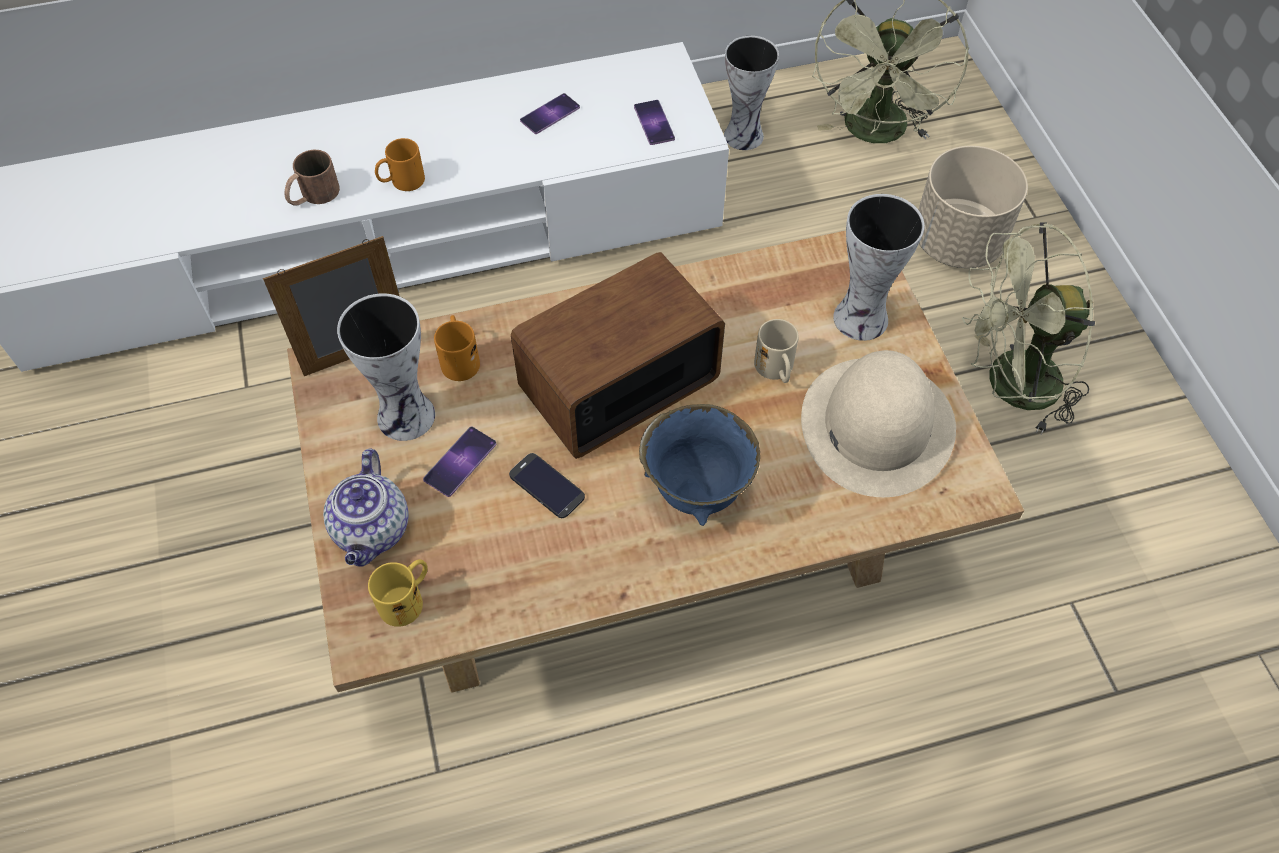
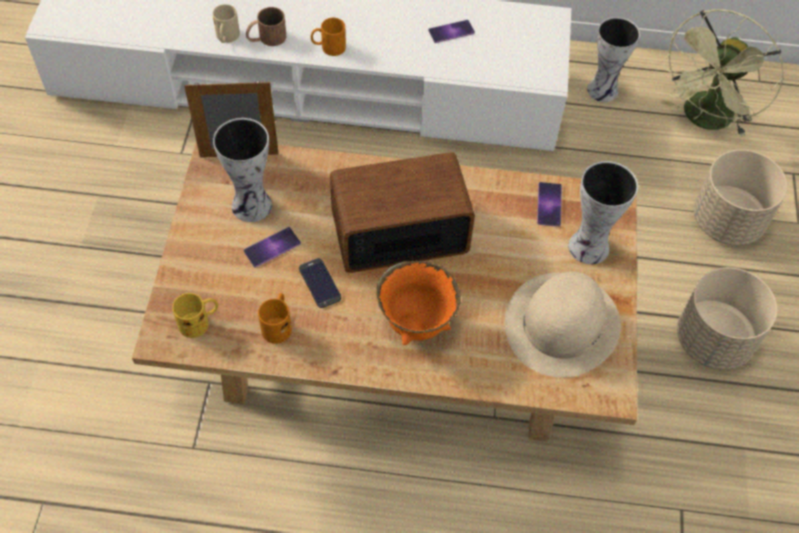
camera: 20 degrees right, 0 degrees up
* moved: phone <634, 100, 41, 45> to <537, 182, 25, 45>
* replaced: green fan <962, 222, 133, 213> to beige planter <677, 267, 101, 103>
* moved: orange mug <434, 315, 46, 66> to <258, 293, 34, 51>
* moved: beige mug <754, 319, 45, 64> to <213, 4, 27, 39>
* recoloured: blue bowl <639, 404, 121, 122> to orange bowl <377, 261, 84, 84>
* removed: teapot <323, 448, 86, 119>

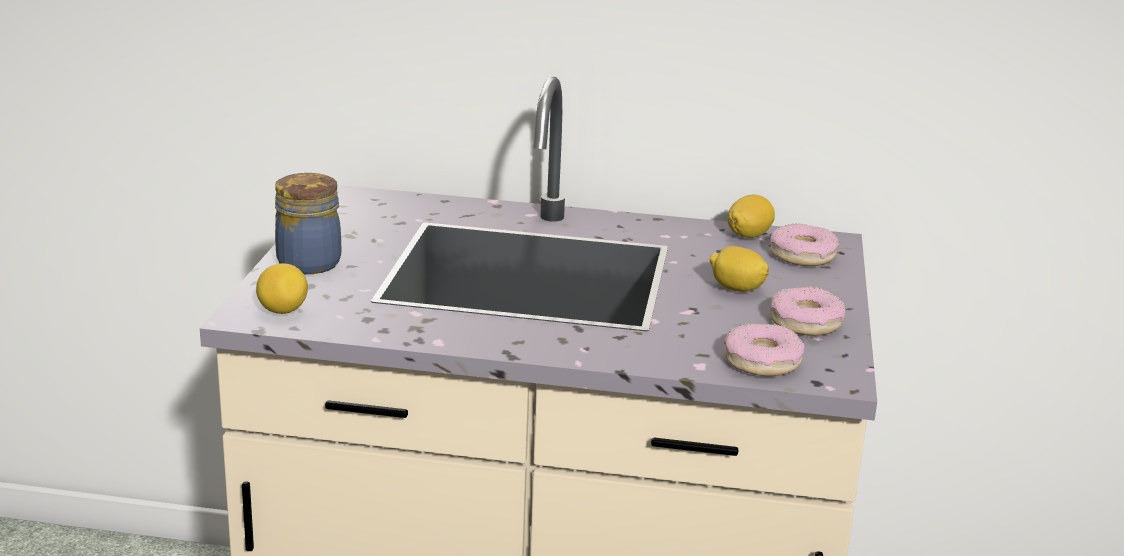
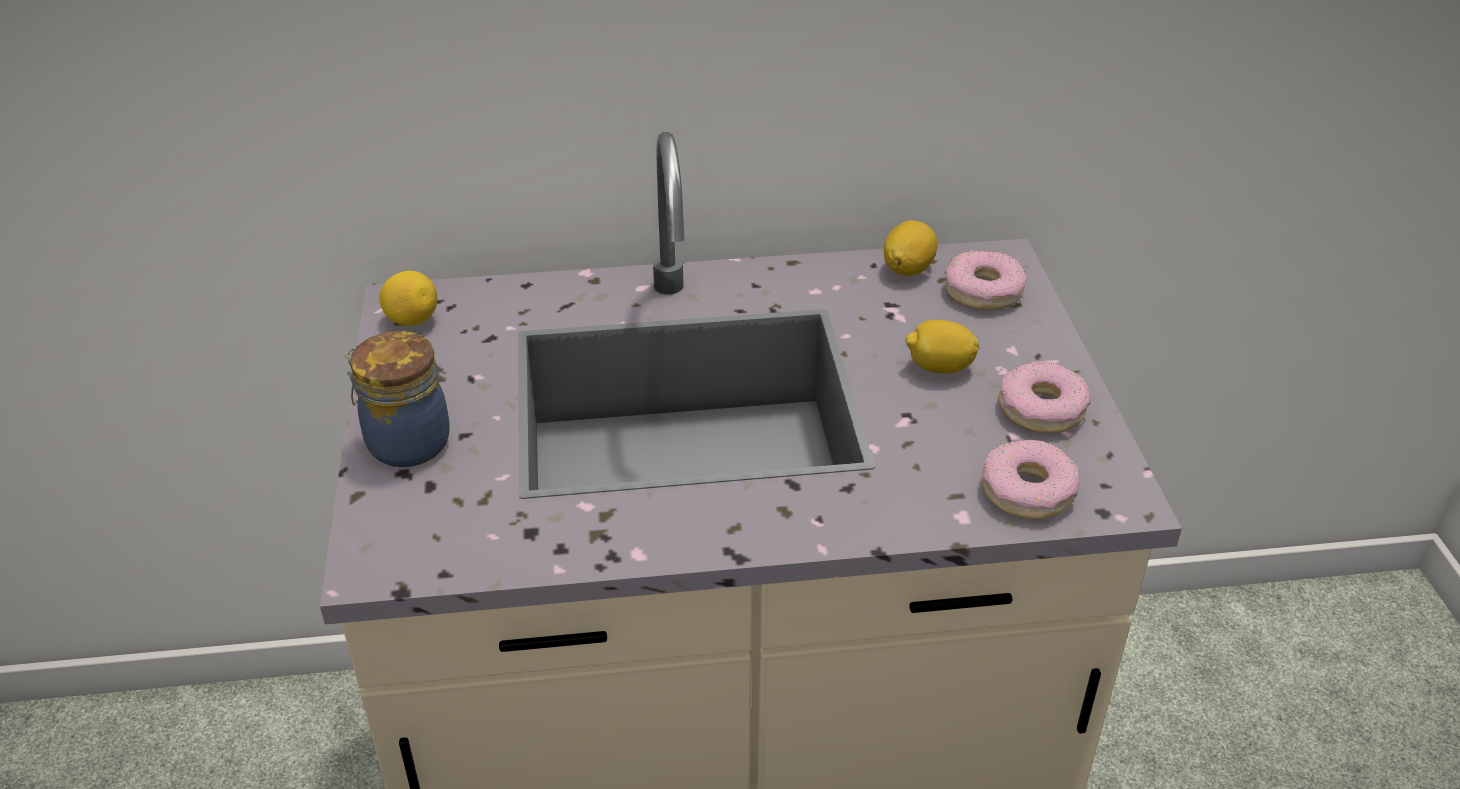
camera: 15 degrees left, 15 degrees up
* moved: lemon <256, 263, 52, 51> to <379, 271, 58, 55>

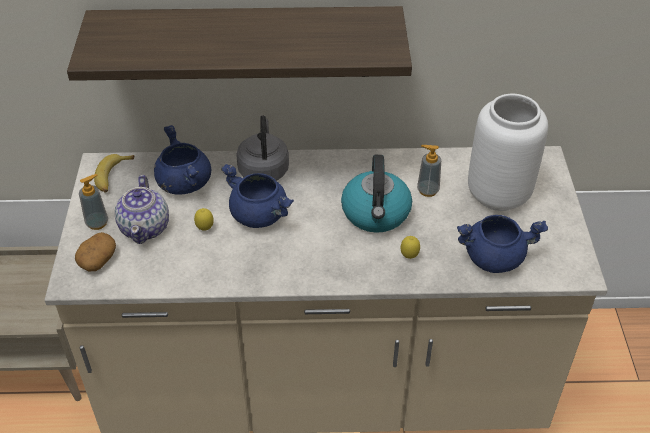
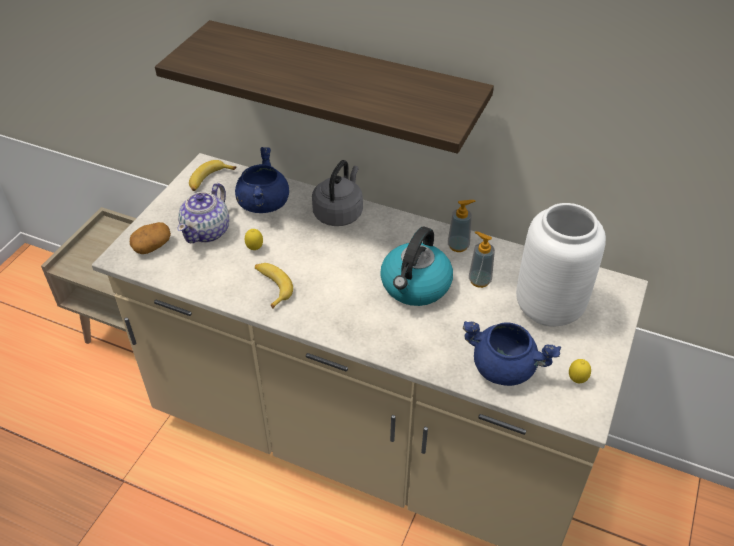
camera: 25 degrees right, 0 degrees up
* removed: blue cooking pot <221, 164, 73, 64>
* moved: soap dispenser <79, 174, 29, 56> to <448, 200, 27, 52>
* moved: lemon <401, 236, 19, 23> to <569, 359, 22, 24>
* added: banana <255, 263, 38, 46>

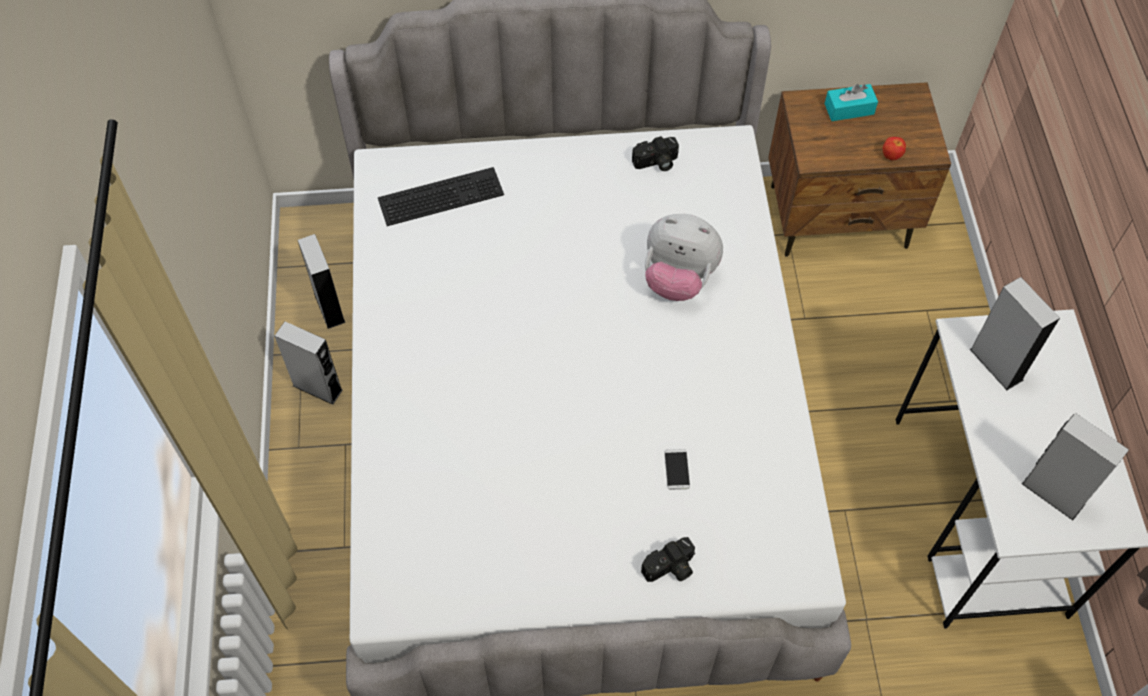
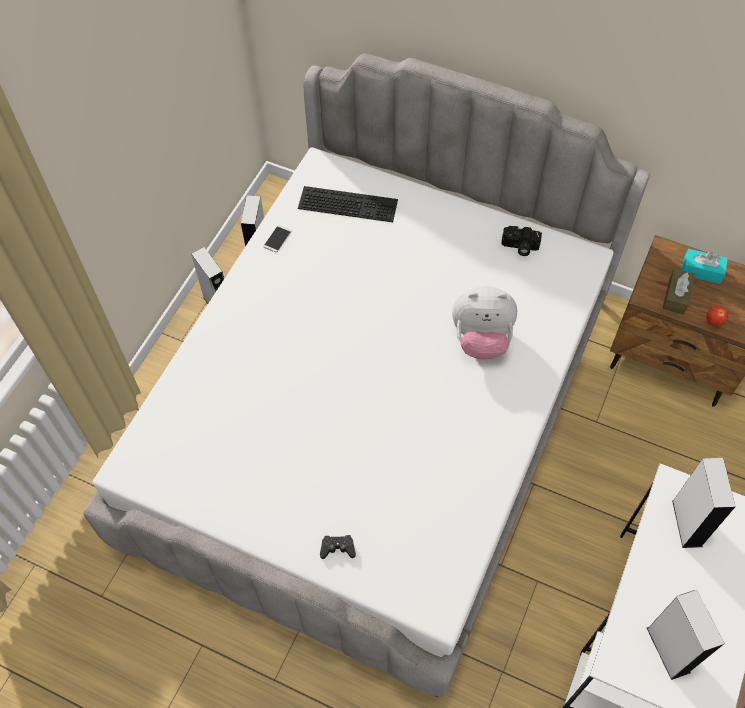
camera: 30 degrees right, 0 degrees up
* turned: plush toy <645, 214, 78, 87> = <452, 286, 65, 74> 45 degrees counterclockwise
* moved: phone <664, 449, 26, 41> to <263, 225, 28, 28>
* replaced: photo camera <641, 537, 54, 45> to black game controller <320, 535, 36, 24>
* added: brown tissue box <662, 268, 33, 47>

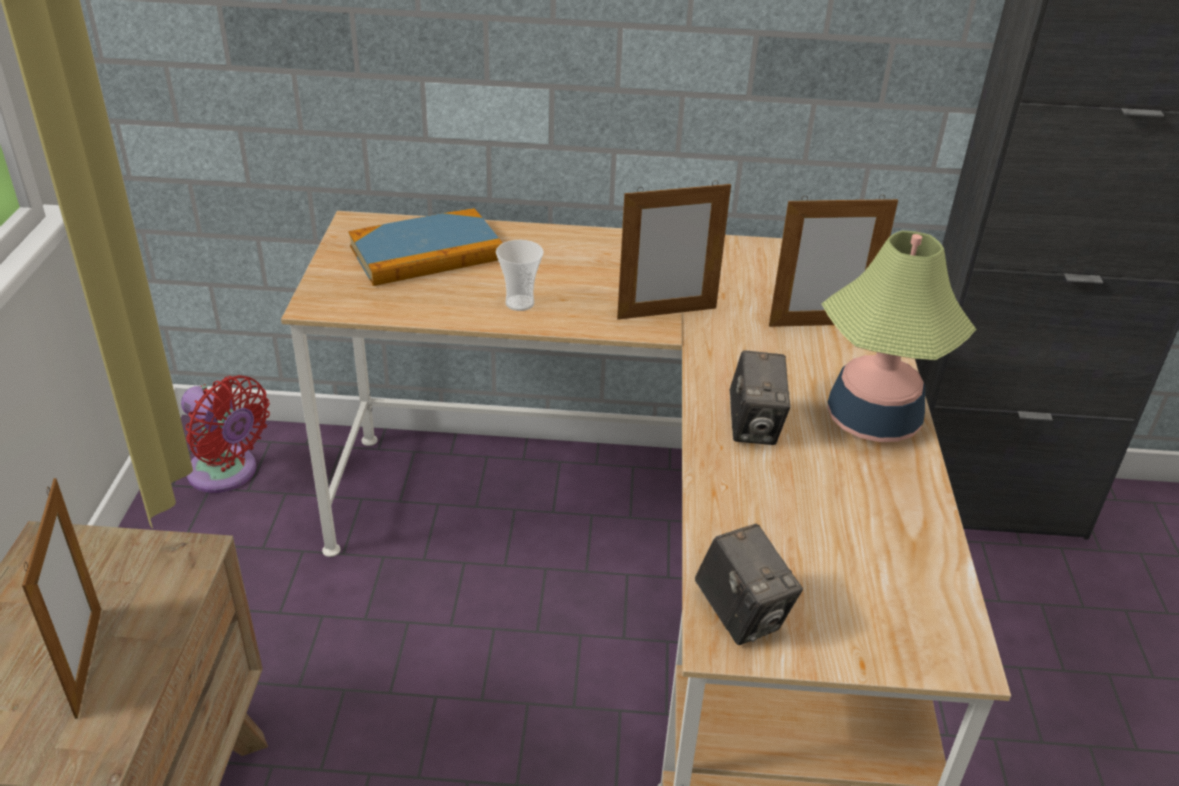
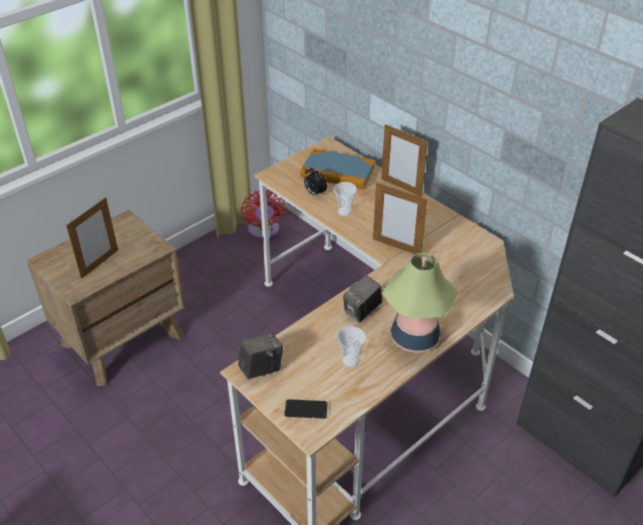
camera: 45 degrees right, 5 degrees up
* moved: picture frame <769, 195, 129, 132> to <381, 124, 47, 73>
* turned: photo camera <695, 524, 108, 121> = <238, 333, 45, 46> 135 degrees counterclockwise
* added: alarm clock <304, 166, 23, 30>
* added: cup <337, 327, 29, 40>
* added: phone <284, 399, 43, 20>

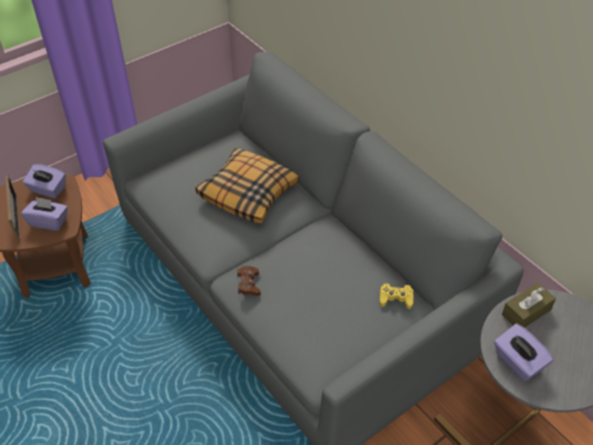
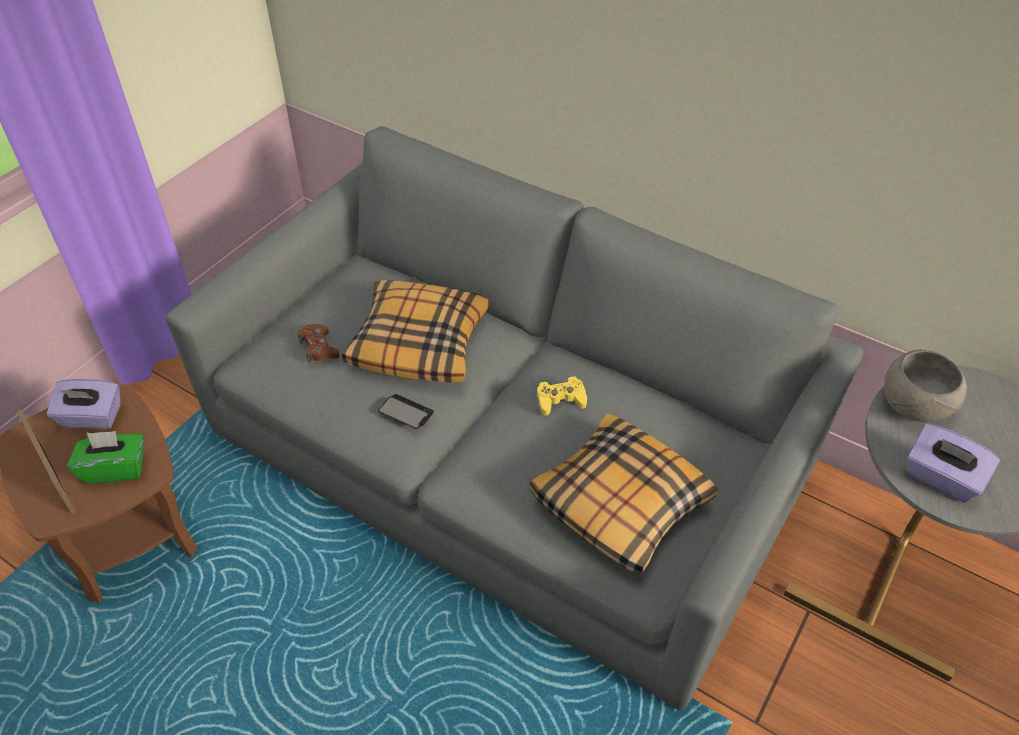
camera: 20 degrees left, 0 degrees up
* recoloured: purple tissue box <21, 197, 47, 34> to green tissue box <67, 431, 77, 53>
* moved: brown game controller <237, 266, 23, 30> to <298, 324, 42, 39>
* moved: yellow game controller <379, 283, 34, 26> to <537, 376, 50, 40>
* replaced: brown tissue box <502, 283, 54, 45> to grey bowl <884, 350, 83, 72>
* added: phone <378, 394, 56, 35>
* added: pillow <529, 414, 189, 161>

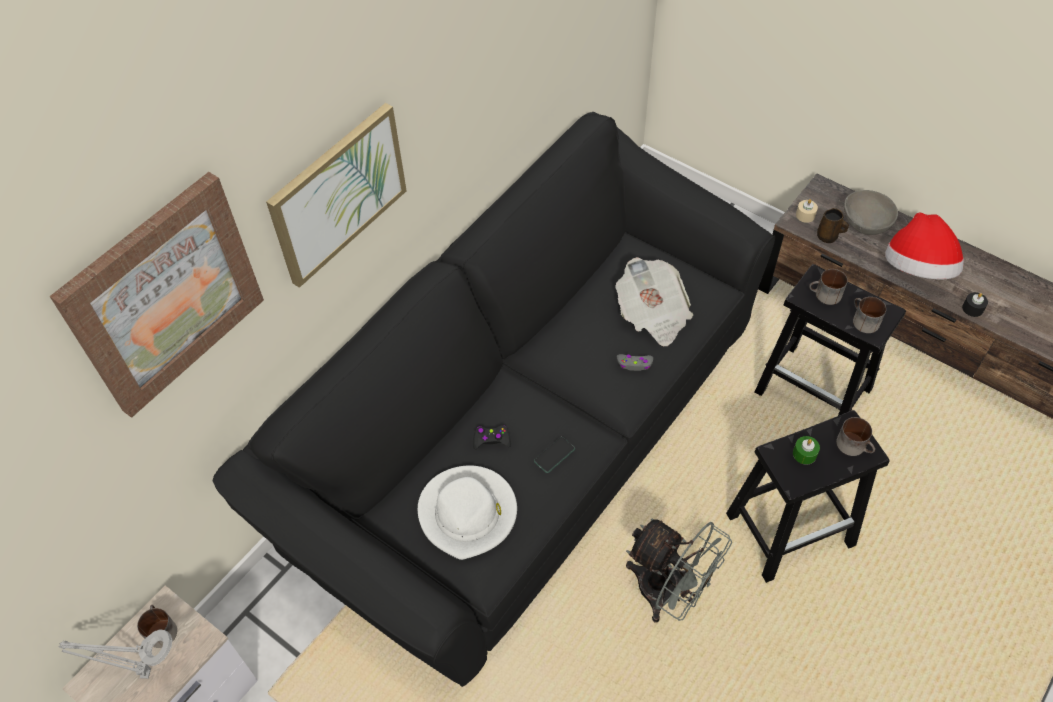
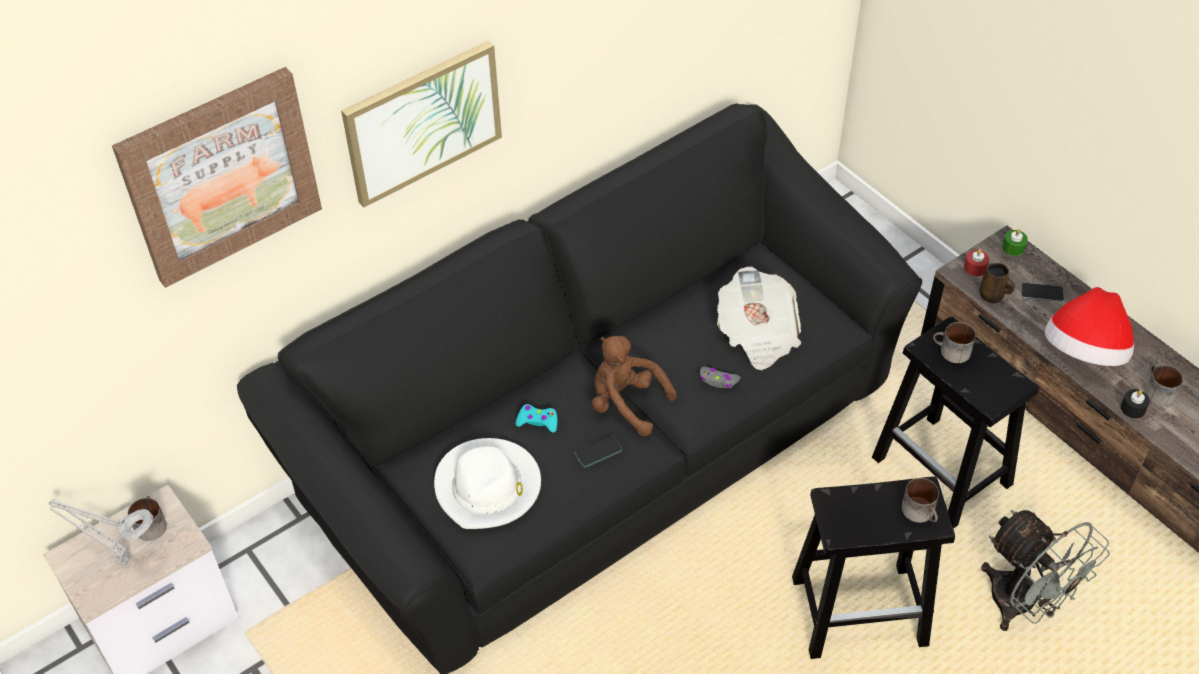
camera: 15 degrees right, 5 degrees down
* replaced: grey bowl <844, 190, 54, 45> to phone <1021, 283, 43, 19>
* recoloured: beige candle <796, 199, 22, 24> to red candle <964, 249, 25, 27>
* moved: mug <853, 297, 33, 36> to <1145, 365, 38, 41>
* recoloured: black game controller <473, 425, 38, 24> to turquoise game controller <516, 404, 41, 29>
* moved: green candle <793, 436, 27, 29> to <1002, 229, 26, 27>
* moved: grey fan <626, 519, 106, 104> to <981, 510, 129, 121>
* added: brown plush toy <591, 336, 86, 100>

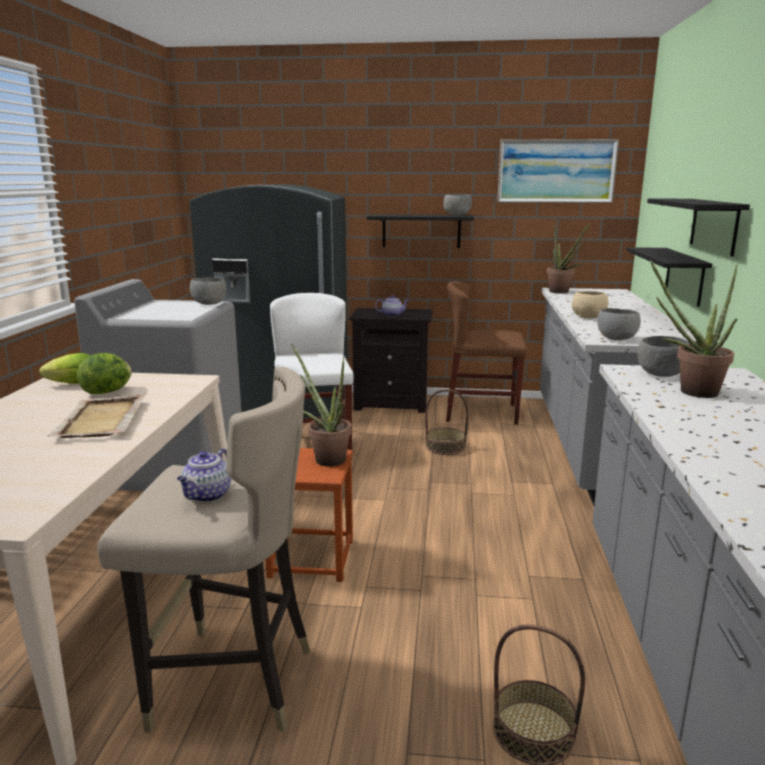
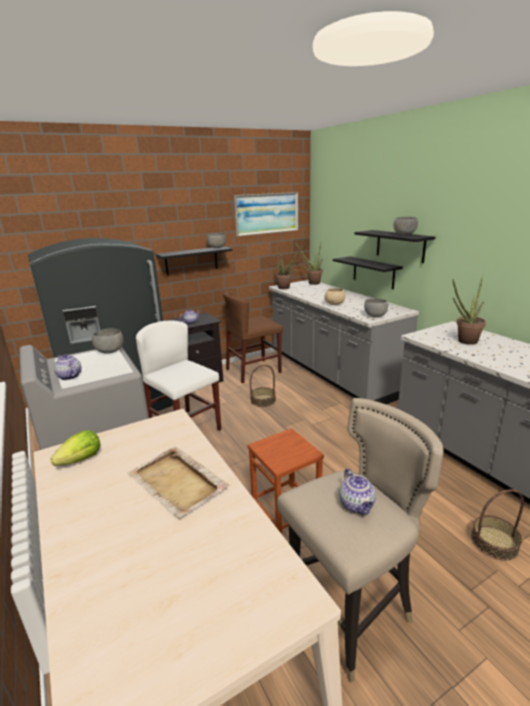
camera: 35 degrees left, 5 degrees up
* moved: grey bowl <638, 336, 51, 41> to <393, 217, 25, 18>
* moved: potted plant <291, 343, 61, 124> to <295, 242, 28, 43>
* removed: lettuce <77, 353, 55, 41>
* added: teapot <54, 354, 27, 26>

